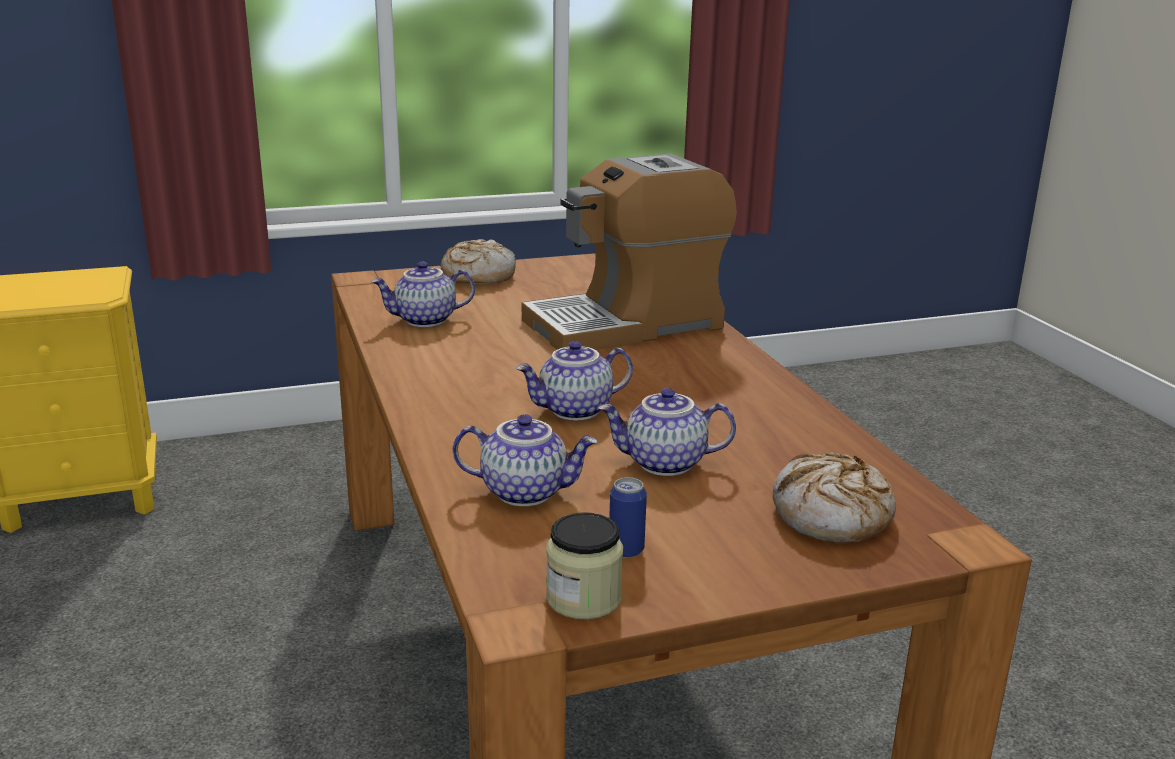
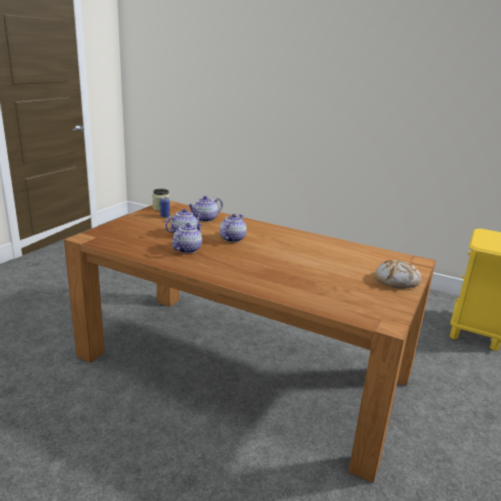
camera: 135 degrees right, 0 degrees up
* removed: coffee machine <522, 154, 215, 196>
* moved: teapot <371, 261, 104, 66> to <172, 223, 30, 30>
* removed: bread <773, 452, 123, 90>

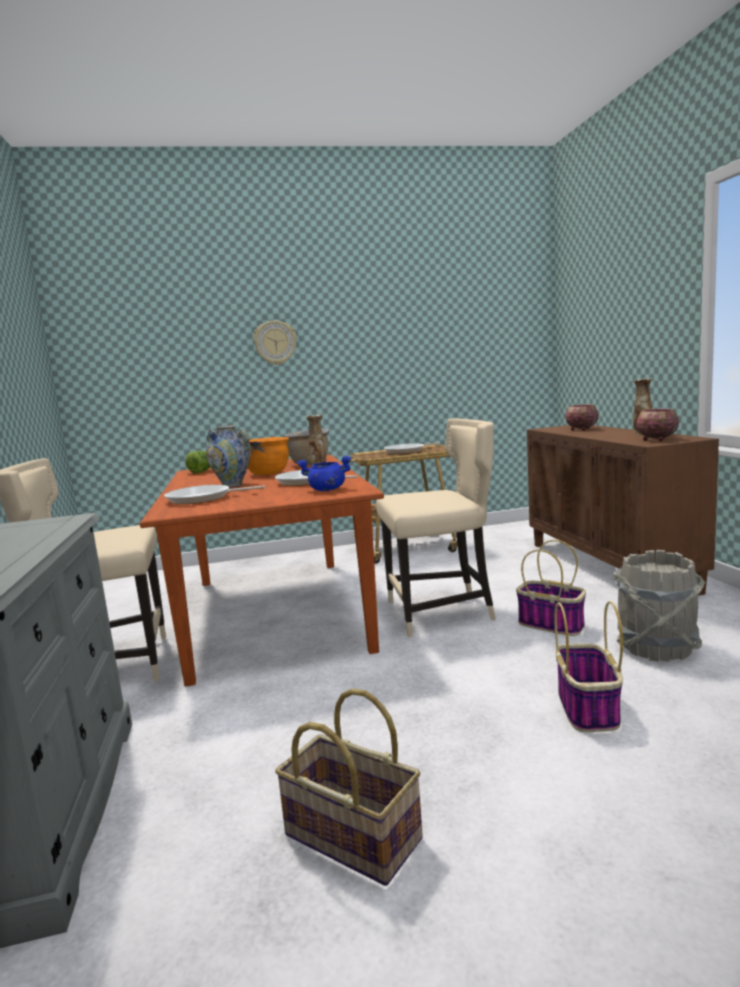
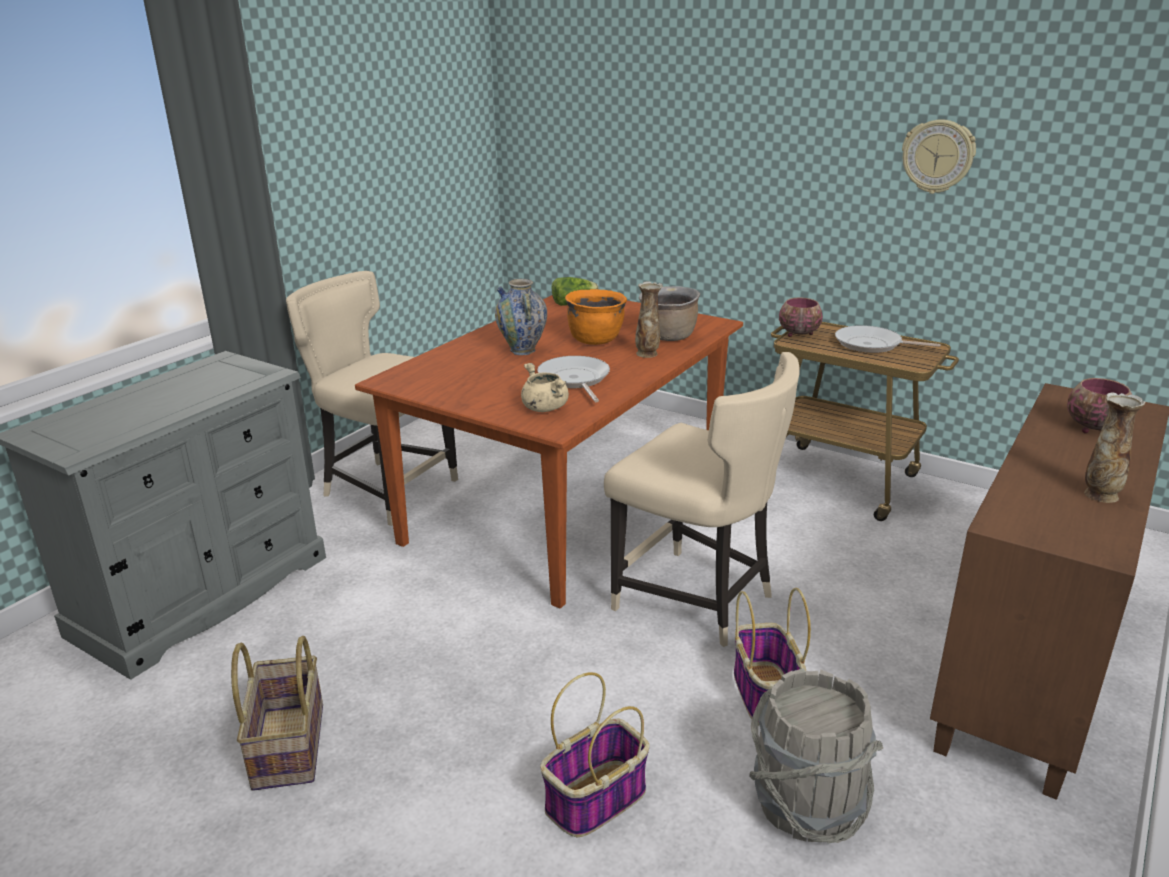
camera: 45 degrees right, 15 degrees up
* moved: wall clock <253, 320, 44, 45> to <902, 119, 74, 75>
* moved: bowl <636, 409, 43, 32> to <779, 298, 44, 39>
* recoloured: blue cooking pot <297, 456, 55, 35> to beige cooking pot <521, 363, 48, 49>
* removed: frying pan <164, 485, 100, 19>

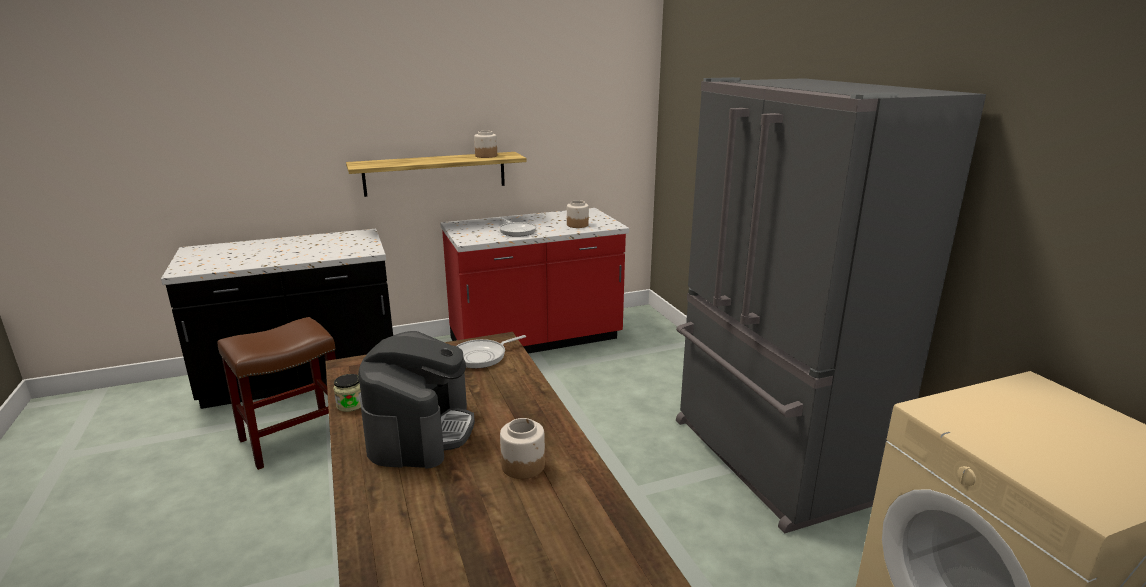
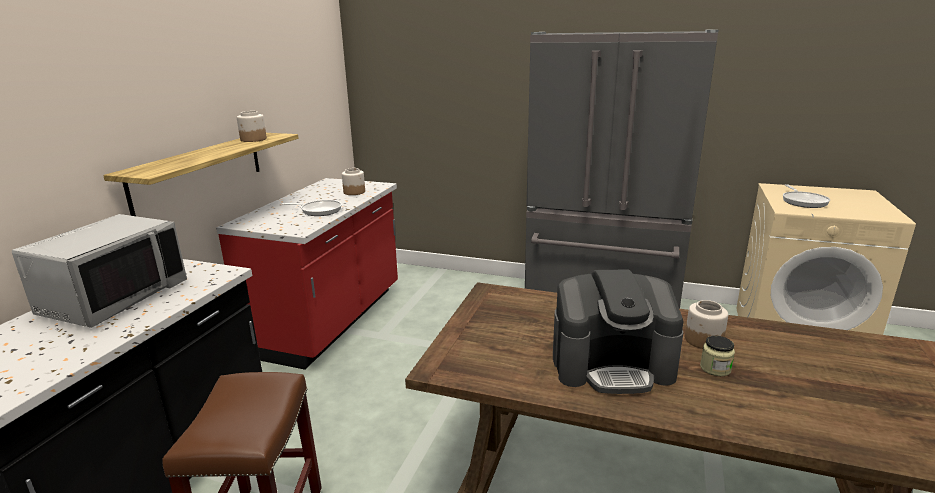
camera: 50 degrees left, 0 degrees up
* turned: coffee machine <358, 331, 117, 138> = <553, 269, 131, 125> 135 degrees clockwise
* moved: frying pan <457, 335, 69, 33> to <783, 184, 47, 24>
* moved: jar <333, 374, 28, 38> to <700, 336, 35, 40>
* added: grey microwave <12, 214, 175, 114>

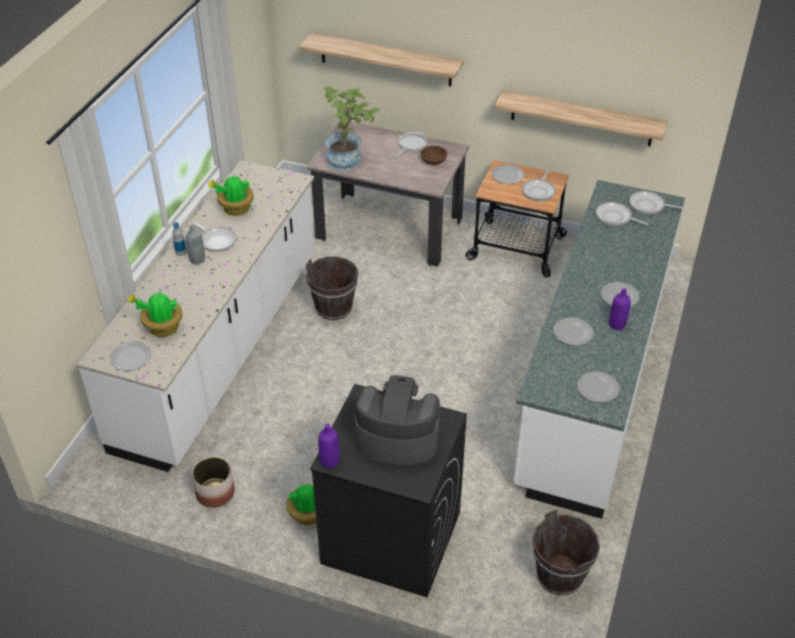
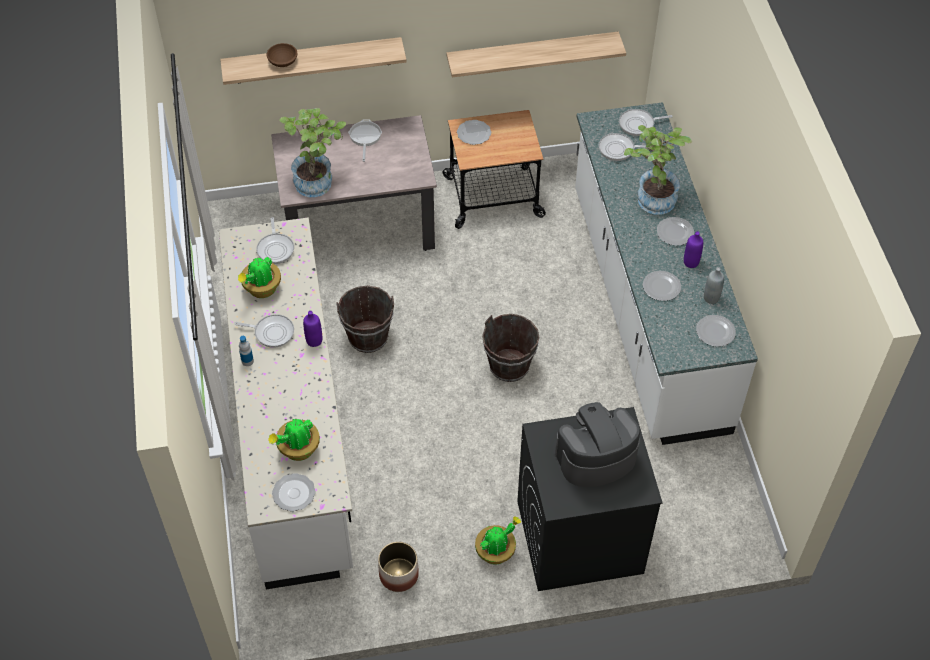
camera: 30 degrees left, 10 degrees up
* moved: brown bowl <420, 146, 27, 19> to <267, 43, 30, 24>
* moved: frying pan <522, 169, 33, 32> to <256, 217, 38, 47>
* moved: grey bottle <186, 224, 19, 41> to <704, 267, 20, 37>
* moved: purple bottle <318, 424, 22, 44> to <303, 311, 19, 36>
* moved: brown bucket <532, 510, 68, 85> to <482, 314, 57, 68>
* added: potted plant <624, 125, 68, 90>

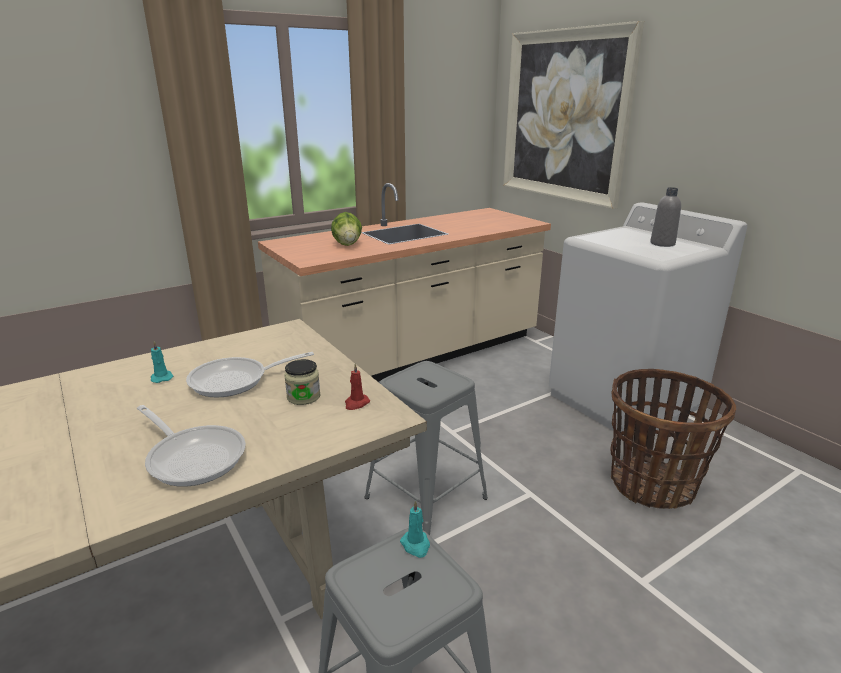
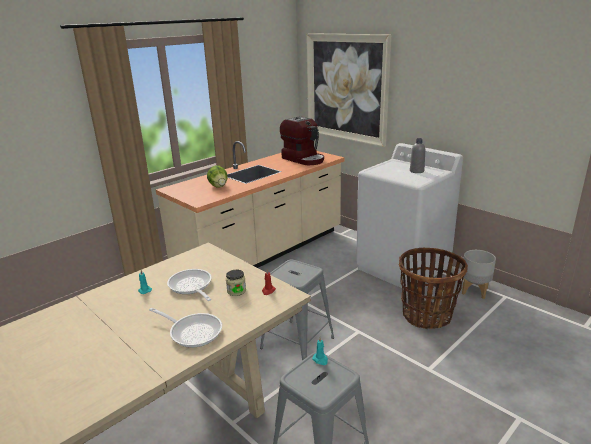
camera: 10 degrees left, 0 degrees up
* turned: frying pan <186, 352, 128, 46> = <167, 269, 45, 32> 90 degrees clockwise
* added: coffee machine <280, 116, 44, 49>
* added: grey planter <462, 250, 34, 49>

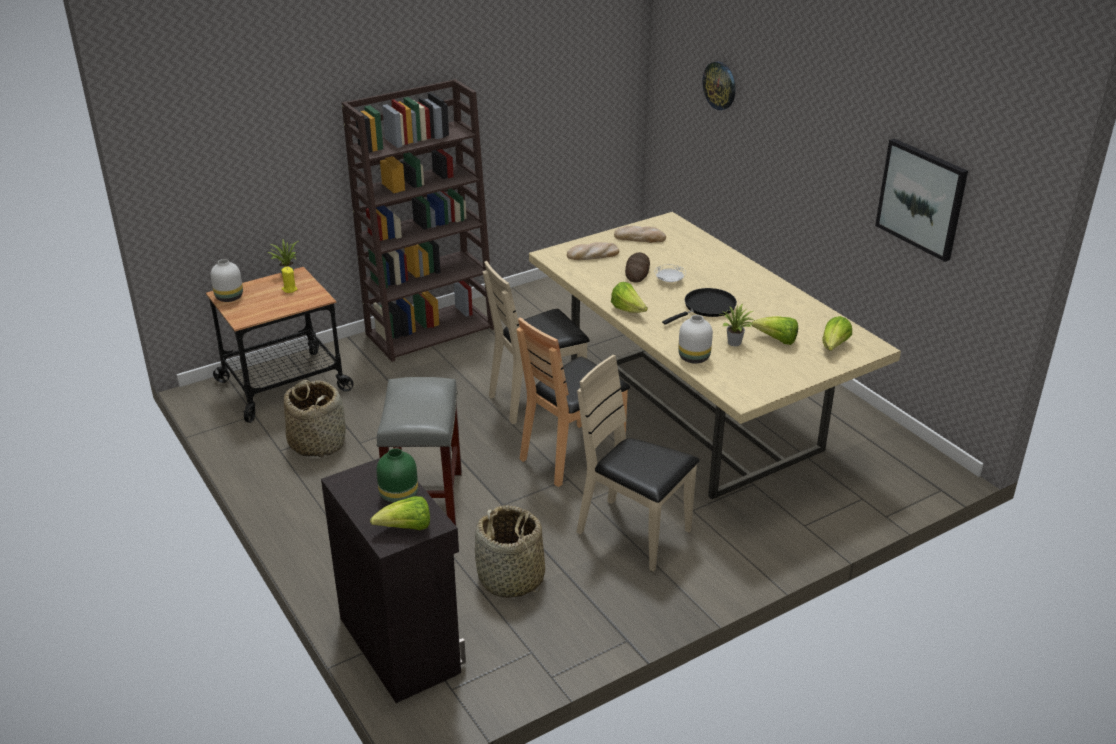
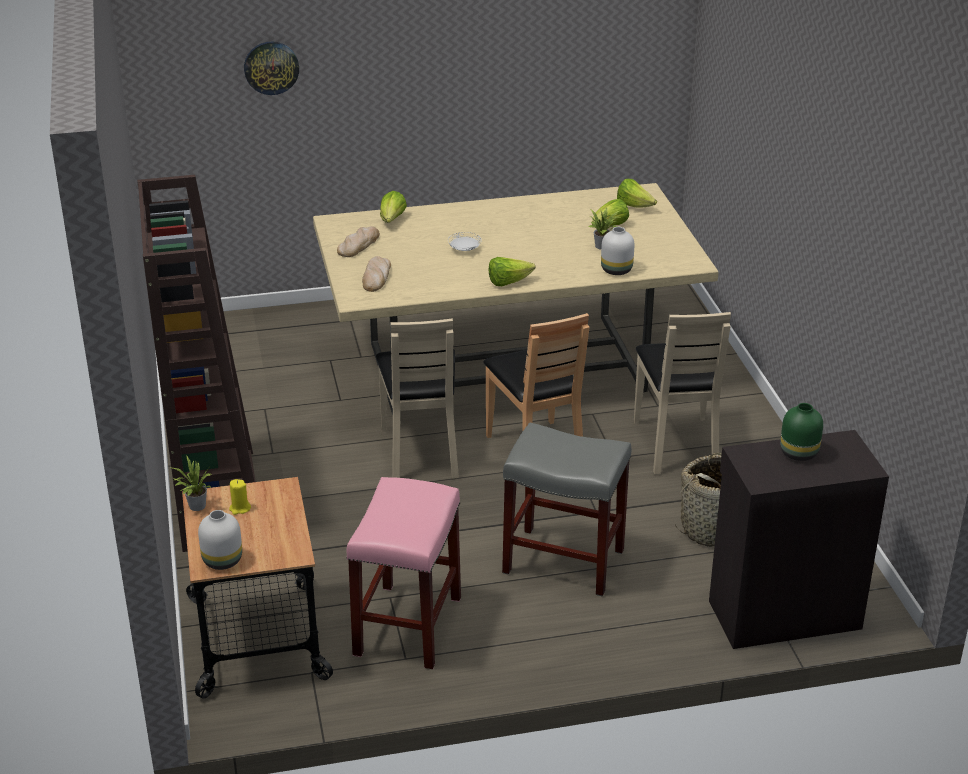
camera: 70 degrees left, 0 degrees up
* removed: picture <875, 138, 93, 124>
* removed: bread <625, 252, 25, 31>
* removed: black frying pan <662, 288, 75, 37>
* turned: beige chair <576, 355, 124, 217> = <634, 312, 97, 163> 60 degrees counterclockwise
* replaced: basket <284, 380, 62, 77> to pink stool <346, 477, 115, 192>
* moved: lettuce <370, 496, 60, 34> to <380, 191, 27, 32>

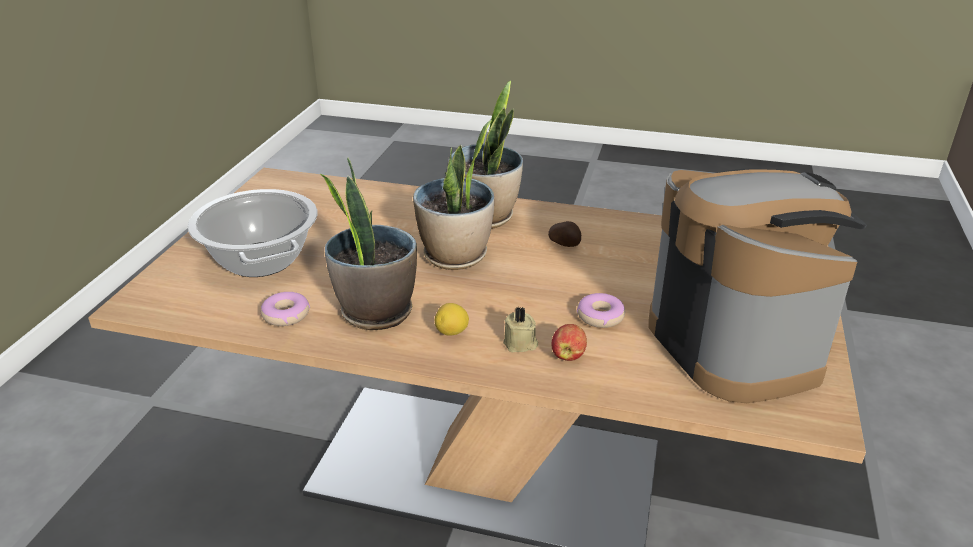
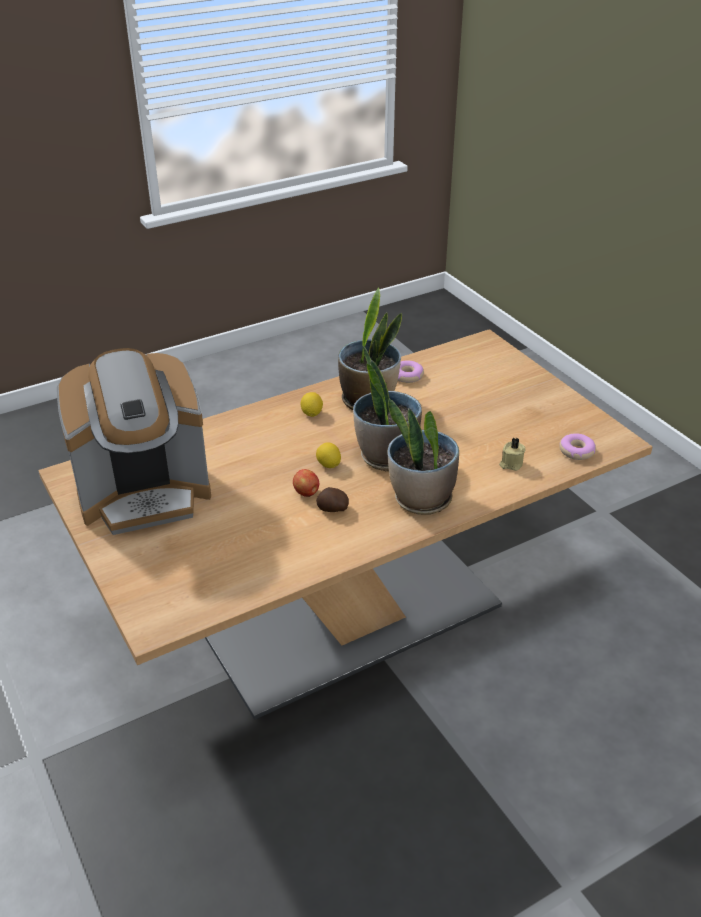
camera: 135 degrees right, 5 degrees up
* turned: coffee machine <648, 168, 219, 235> = <57, 348, 154, 187> 45 degrees counterclockwise
* removed: cooking pot <188, 189, 129, 88>
* moved: donut <577, 293, 48, 35> to <559, 433, 37, 27>
* moved: beige candle <503, 307, 35, 45> to <499, 438, 26, 33>
* moved: apple <552, 324, 35, 37> to <293, 469, 26, 28>
* added: lemon <316, 442, 25, 26>

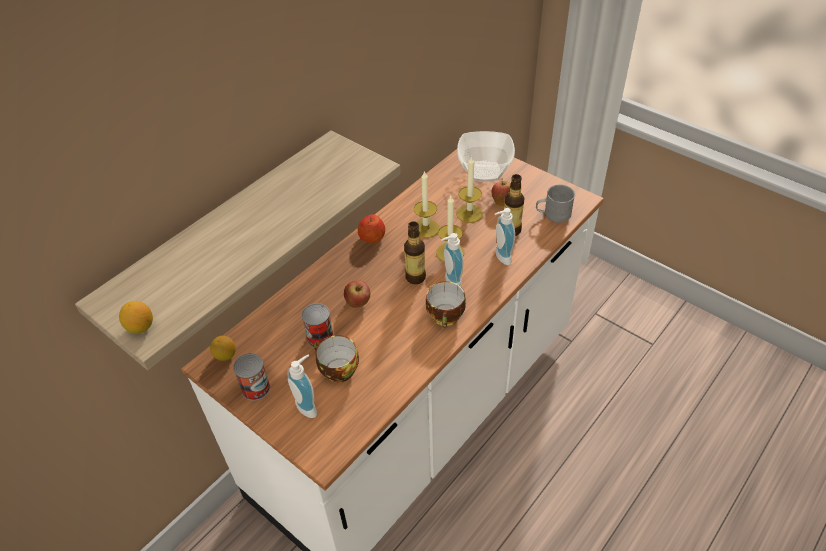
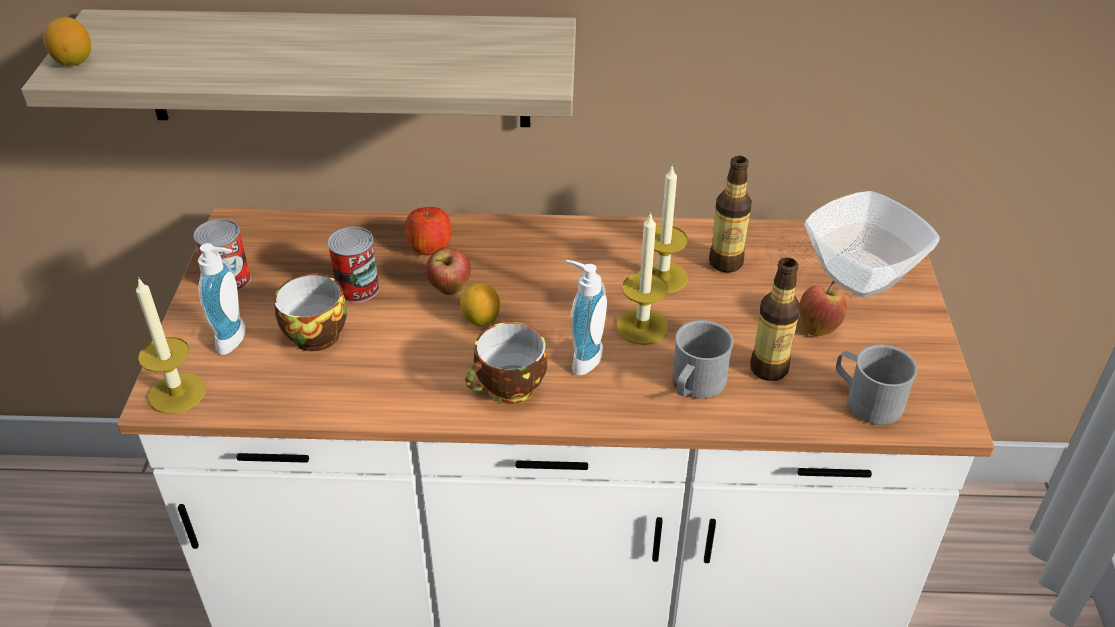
camera: 50 degrees right, 5 degrees down
* moved: candle <456, 156, 27, 67> to <136, 277, 70, 137>
* replaced: soap dispenser <495, 208, 20, 57> to grey mug <672, 320, 61, 79>
* moved: apple <358, 214, 27, 29> to <405, 207, 47, 48>
* moved: bottle <404, 221, 22, 63> to <709, 156, 43, 117>
* moved: lemon <210, 336, 26, 25> to <460, 283, 40, 43>

